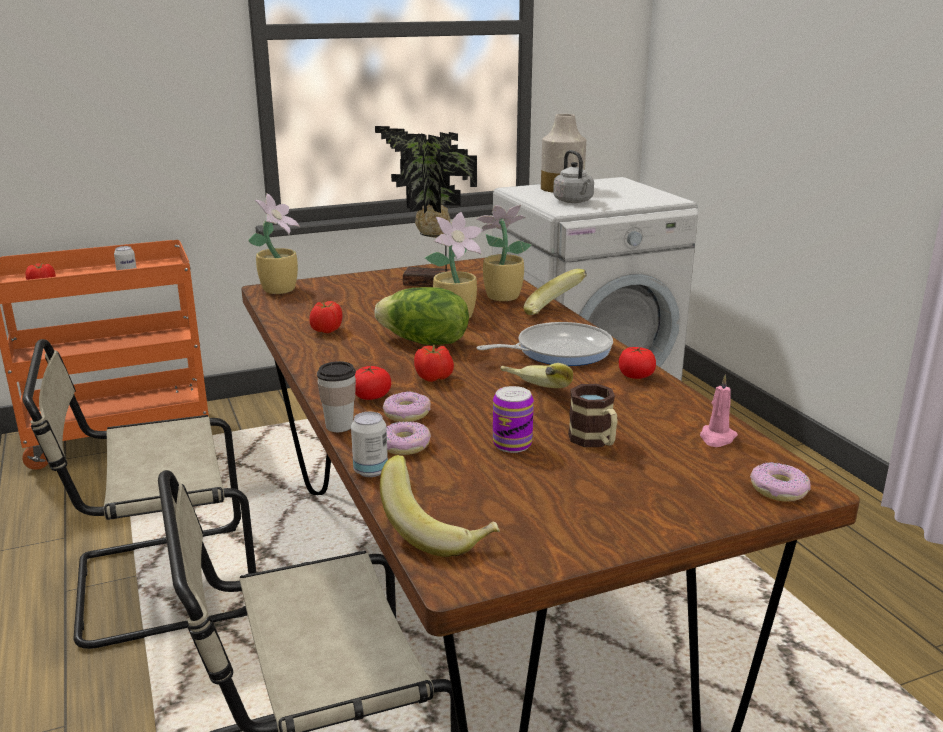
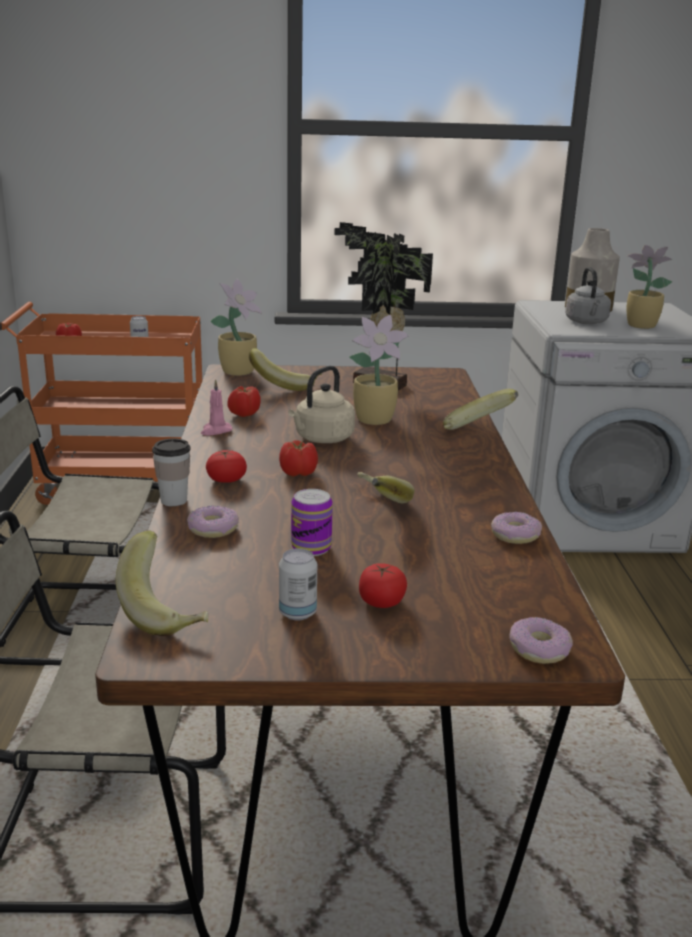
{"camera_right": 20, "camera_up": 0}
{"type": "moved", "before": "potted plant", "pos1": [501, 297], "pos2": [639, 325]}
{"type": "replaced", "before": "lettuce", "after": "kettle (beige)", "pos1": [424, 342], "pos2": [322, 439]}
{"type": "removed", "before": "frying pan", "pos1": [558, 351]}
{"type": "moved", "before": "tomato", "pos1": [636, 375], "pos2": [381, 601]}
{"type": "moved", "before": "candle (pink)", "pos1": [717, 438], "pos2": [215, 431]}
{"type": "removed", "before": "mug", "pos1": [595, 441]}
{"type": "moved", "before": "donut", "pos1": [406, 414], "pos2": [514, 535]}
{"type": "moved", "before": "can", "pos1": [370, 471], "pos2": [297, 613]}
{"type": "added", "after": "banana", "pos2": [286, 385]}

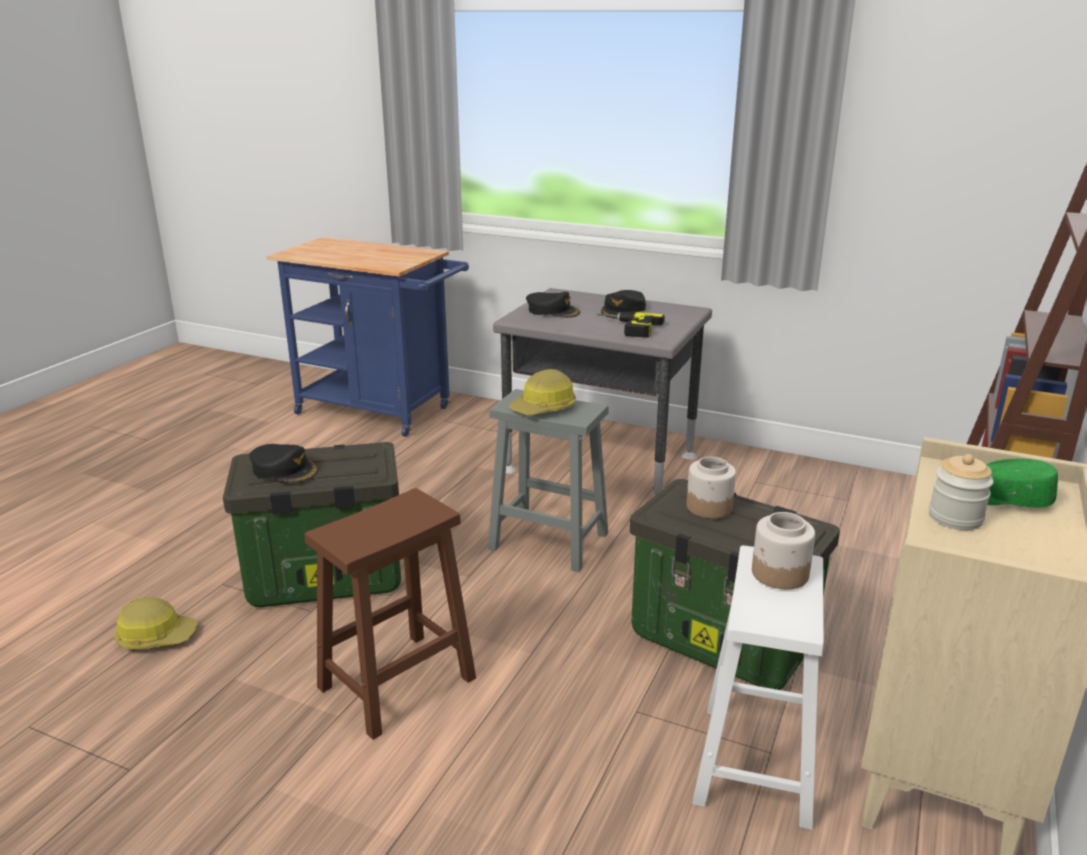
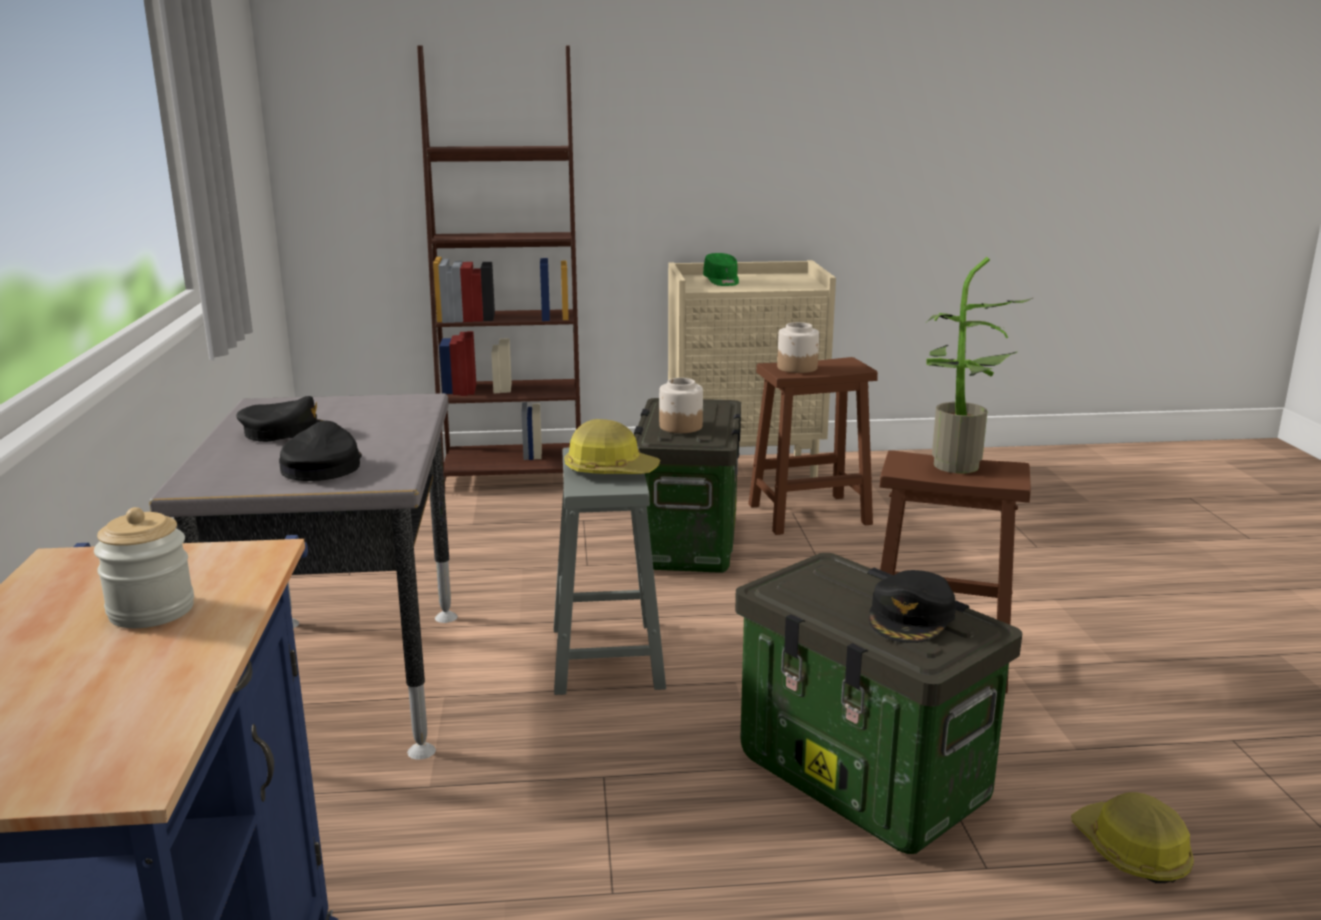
{"camera_right": -120, "camera_up": -5}
{"type": "removed", "before": "power drill", "pos1": [626, 328]}
{"type": "turned", "before": "cap (black)", "pos1": [285, 470], "pos2": [911, 617], "turn": -150}
{"type": "moved", "before": "jar", "pos1": [955, 518], "pos2": [151, 610]}
{"type": "recoloured", "before": "stool (white)", "after": "stool (brown)", "pos1": [756, 765], "pos2": [811, 514]}
{"type": "added", "after": "potted plant", "pos2": [956, 468]}

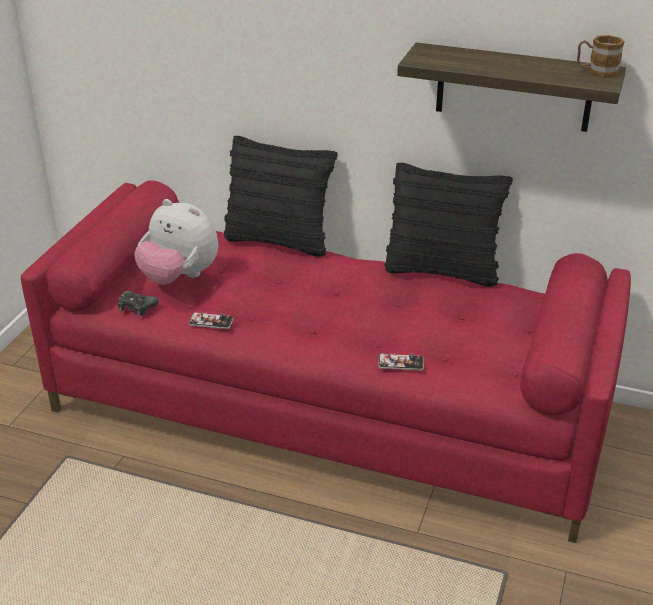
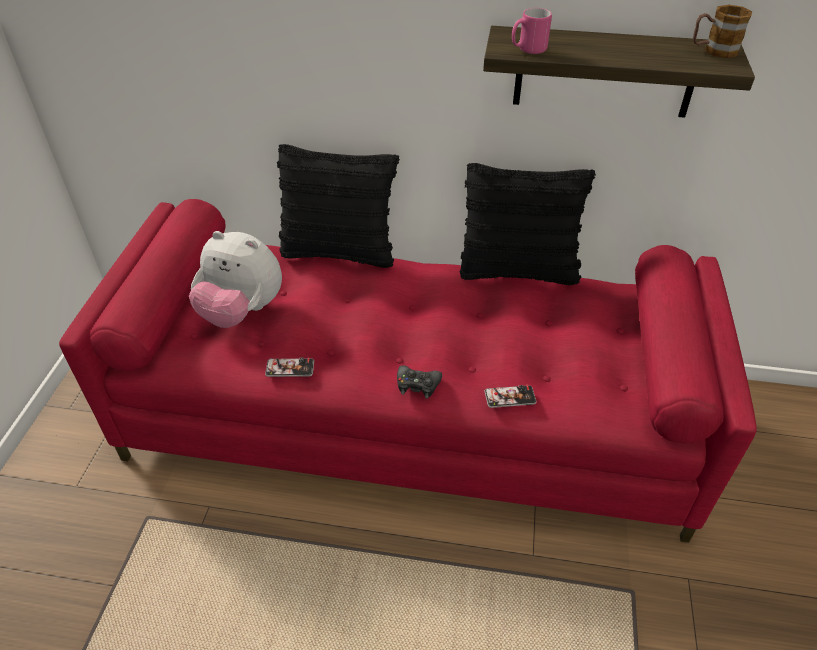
{"camera_right": -10, "camera_up": 10}
{"type": "moved", "before": "game controller (black)", "pos1": [136, 307], "pos2": [417, 385]}
{"type": "added", "after": "mug (pink)", "pos2": [528, 50]}

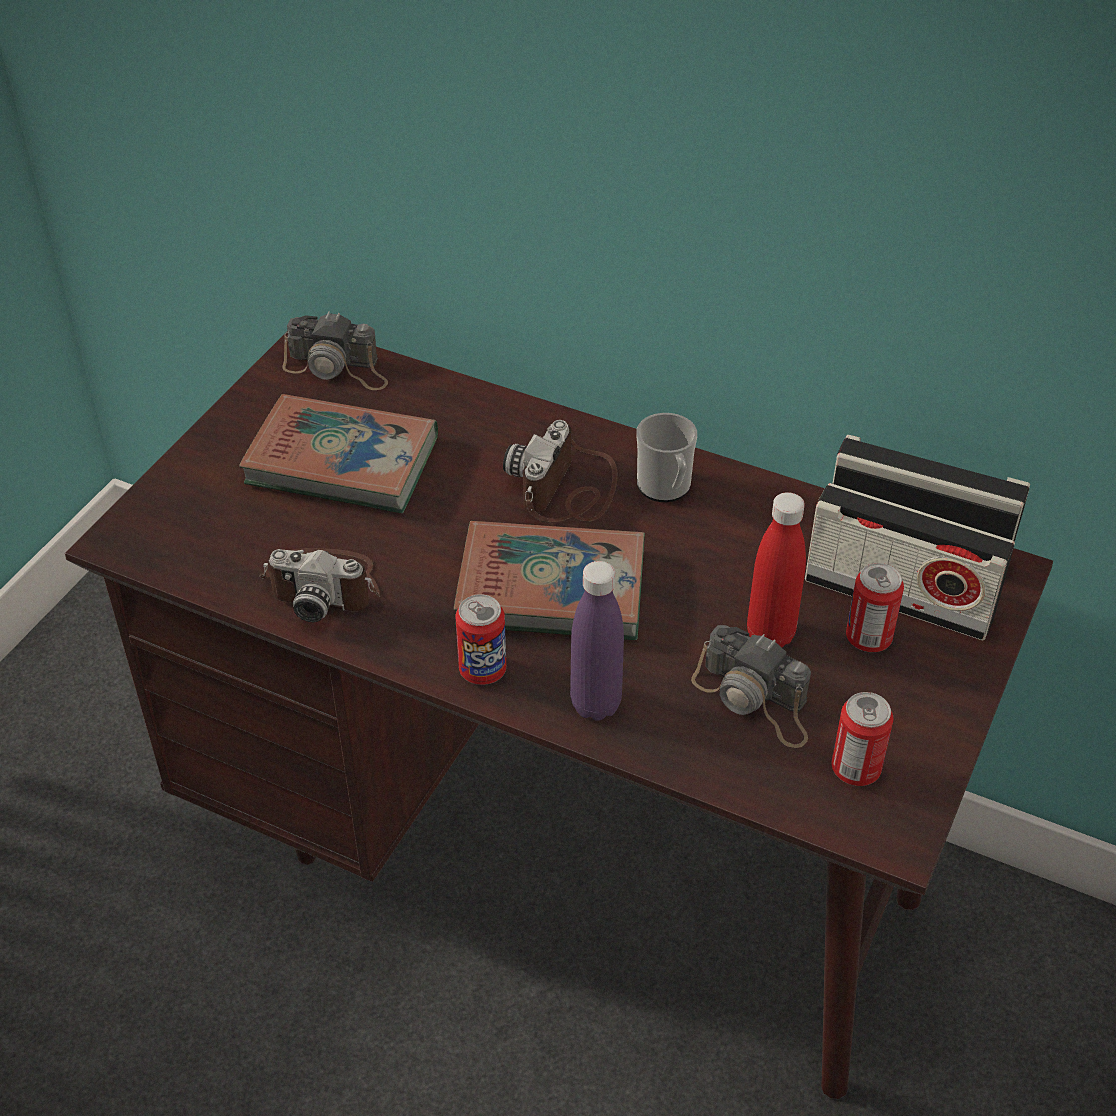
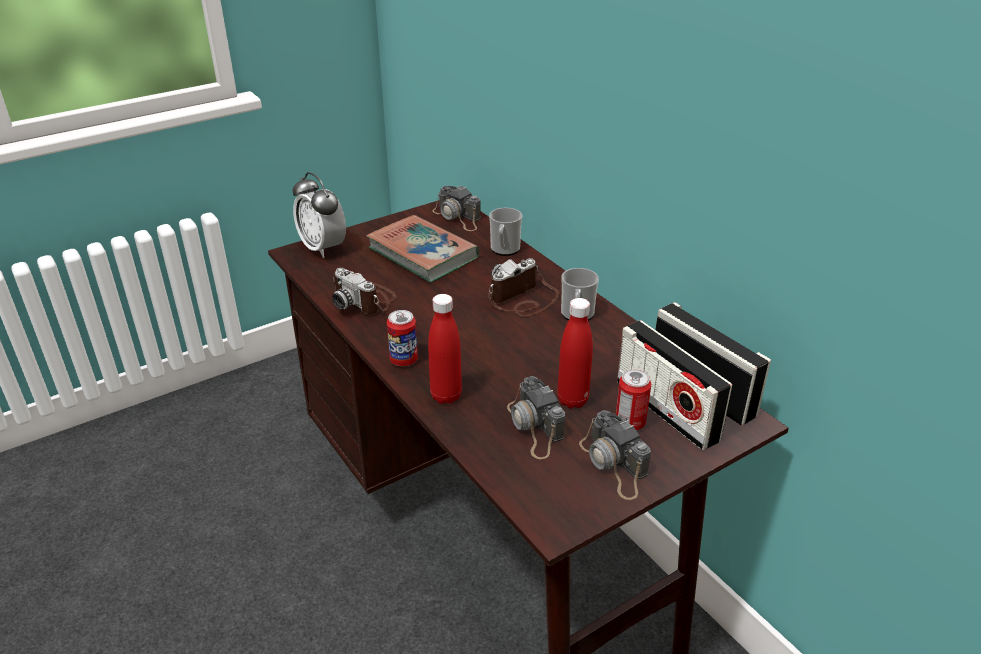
{"camera_right": 30, "camera_up": -10}
{"type": "removed", "before": "book", "pos1": [551, 589]}
{"type": "recoloured", "before": "bottle (purple)", "after": "bottle (red)", "pos1": [595, 704], "pos2": [446, 396]}
{"type": "removed", "before": "can", "pos1": [855, 769]}
{"type": "added", "after": "alarm clock", "pos2": [323, 248]}
{"type": "added", "after": "mug", "pos2": [504, 250]}
{"type": "added", "after": "photo camera", "pos2": [614, 464]}

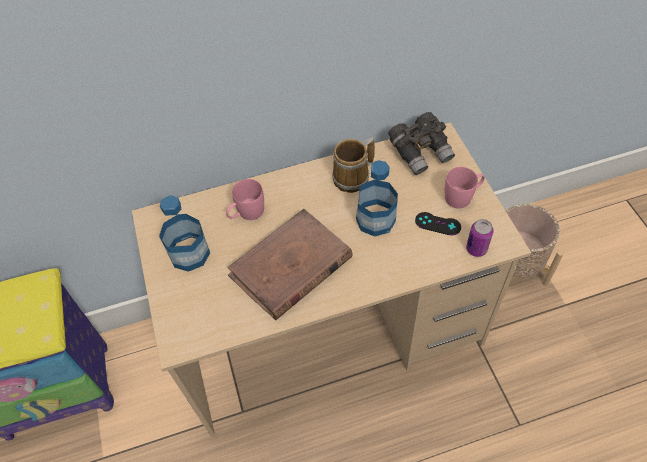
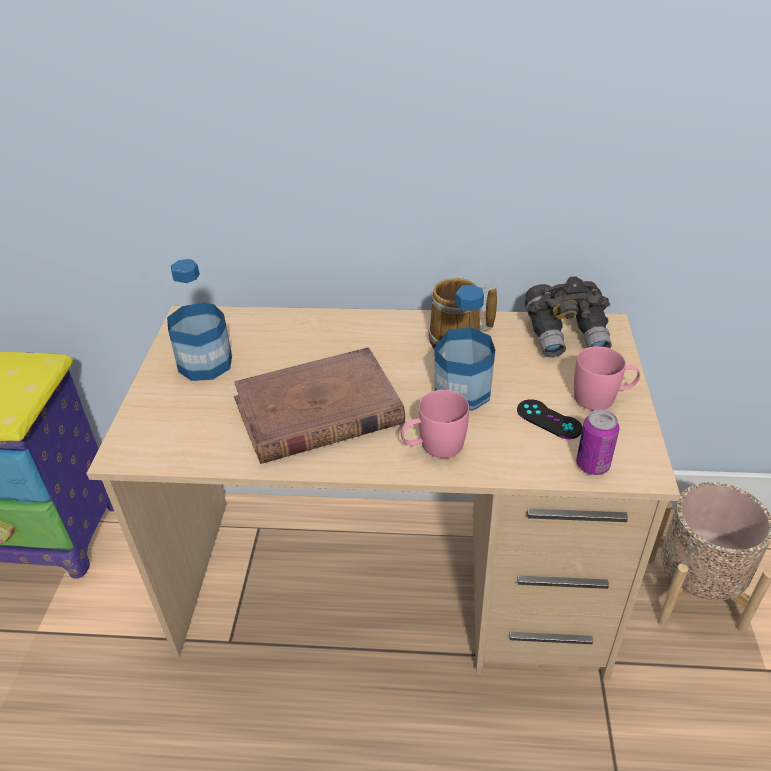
{"camera_right": 20, "camera_up": -15}
{"type": "moved", "before": "mug (pink)", "pos1": [246, 213], "pos2": [433, 446]}

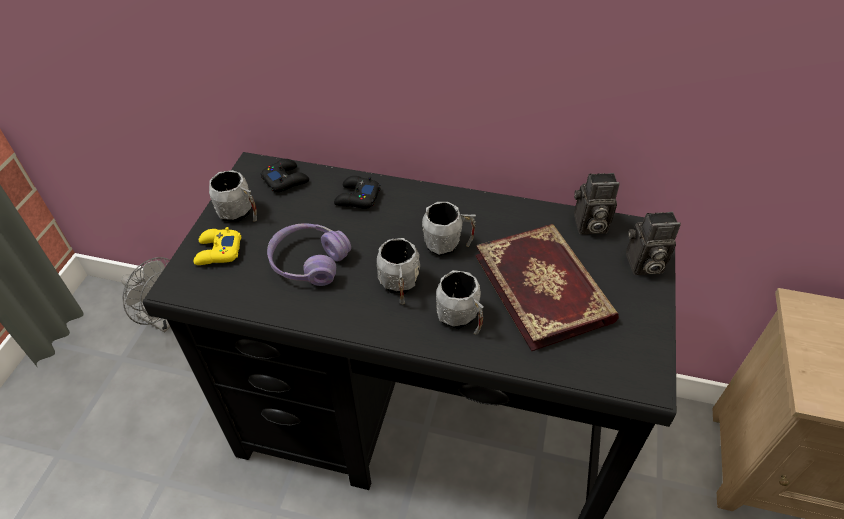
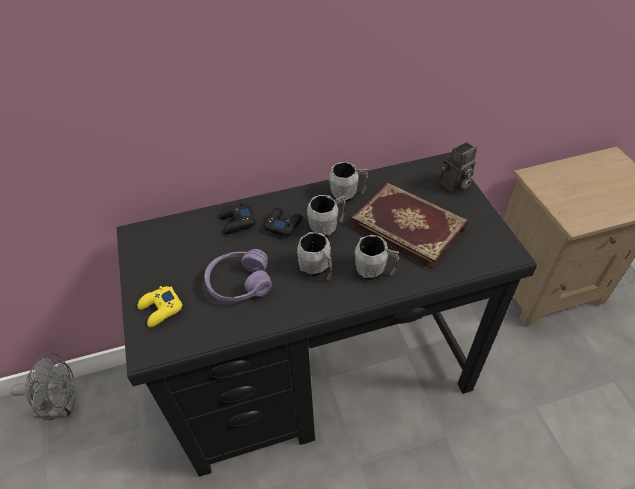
{"camera_right": -30, "camera_up": 0}
{"type": "moved", "before": "game controller (black)", "pos1": [286, 180], "pos2": [283, 224]}
{"type": "moved", "before": "mug (grey)", "pos1": [240, 214], "pos2": [348, 194]}
{"type": "removed", "before": "photo camera", "pos1": [589, 225]}

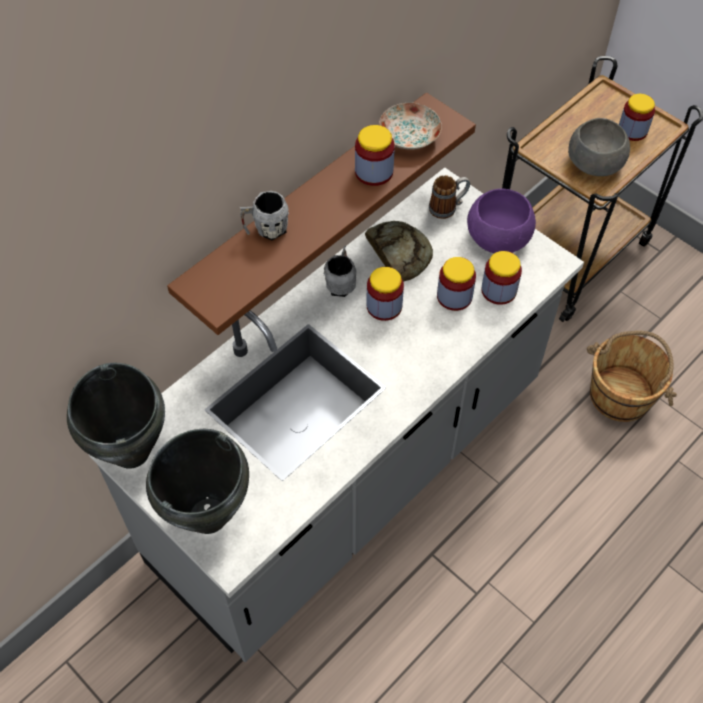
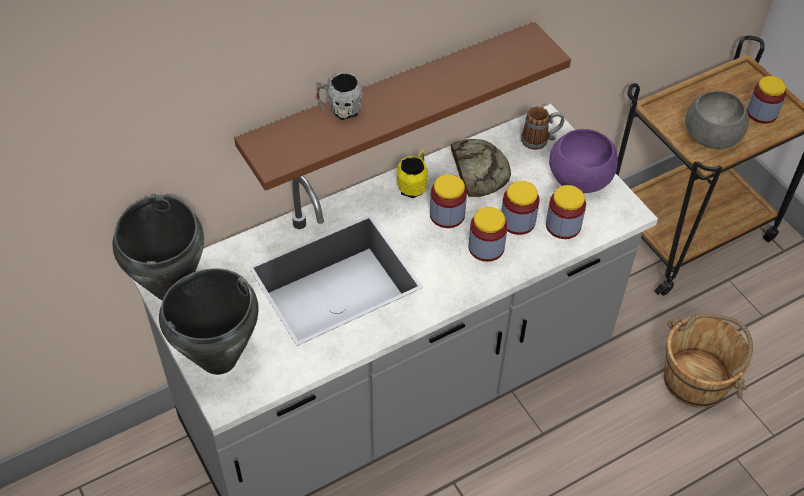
{"camera_right": 15, "camera_up": -5}
{"type": "removed", "before": "plate", "pos1": [408, 136]}
{"type": "moved", "before": "jar", "pos1": [374, 172], "pos2": [486, 247]}
{"type": "recoloured", "before": "mug (grey)", "after": "mug (yellow)", "pos1": [341, 283], "pos2": [414, 185]}

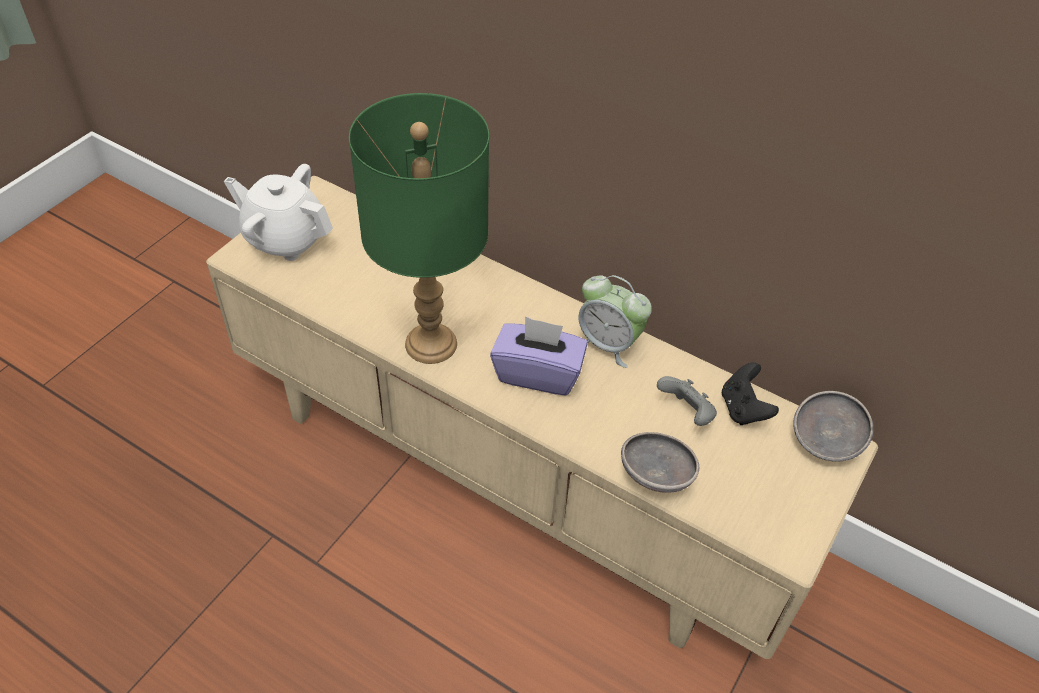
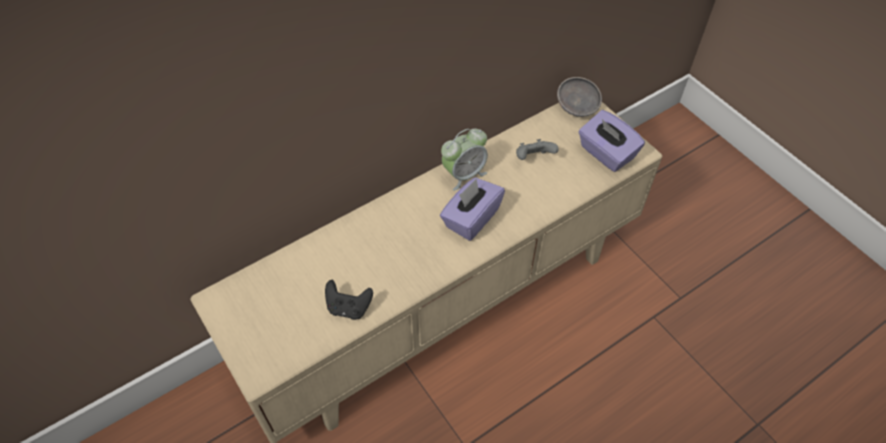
{"camera_right": -65, "camera_up": 5}
{"type": "removed", "before": "table lamp (green)", "pos1": [431, 344]}
{"type": "removed", "before": "teapot (white)", "pos1": [285, 239]}
{"type": "moved", "before": "game controller (black)", "pos1": [743, 408], "pos2": [349, 307]}
{"type": "removed", "before": "bowl (grey)", "pos1": [656, 475]}
{"type": "added", "after": "tissue box (purple)", "pos2": [606, 153]}

